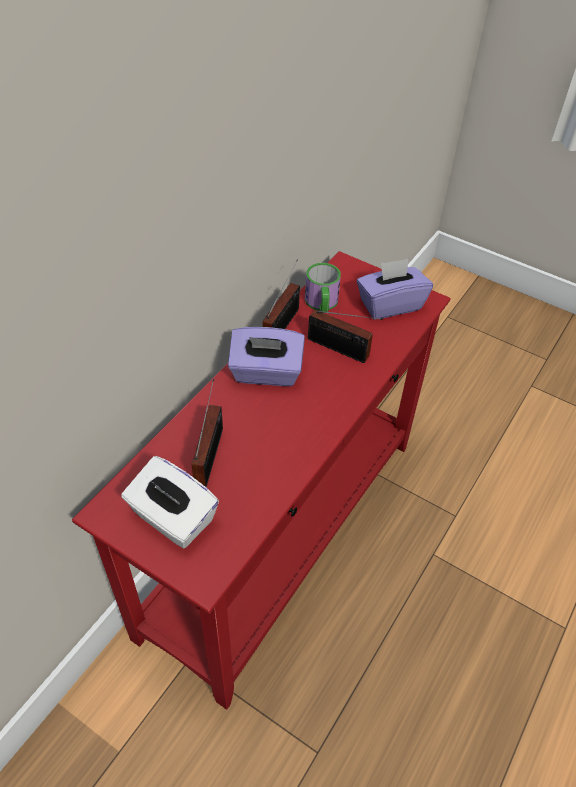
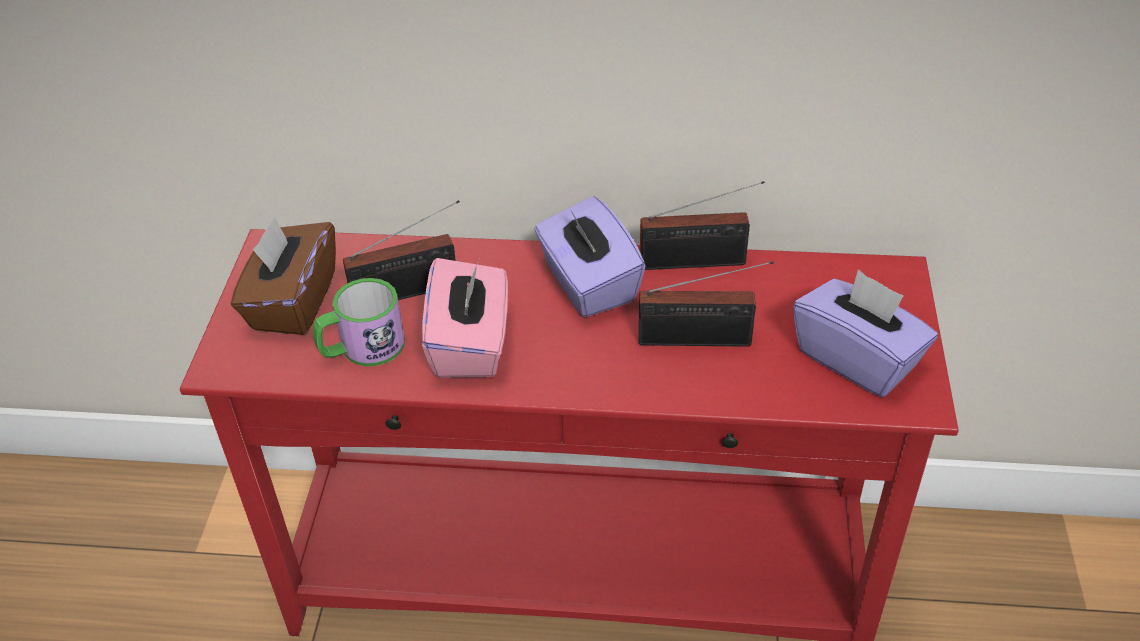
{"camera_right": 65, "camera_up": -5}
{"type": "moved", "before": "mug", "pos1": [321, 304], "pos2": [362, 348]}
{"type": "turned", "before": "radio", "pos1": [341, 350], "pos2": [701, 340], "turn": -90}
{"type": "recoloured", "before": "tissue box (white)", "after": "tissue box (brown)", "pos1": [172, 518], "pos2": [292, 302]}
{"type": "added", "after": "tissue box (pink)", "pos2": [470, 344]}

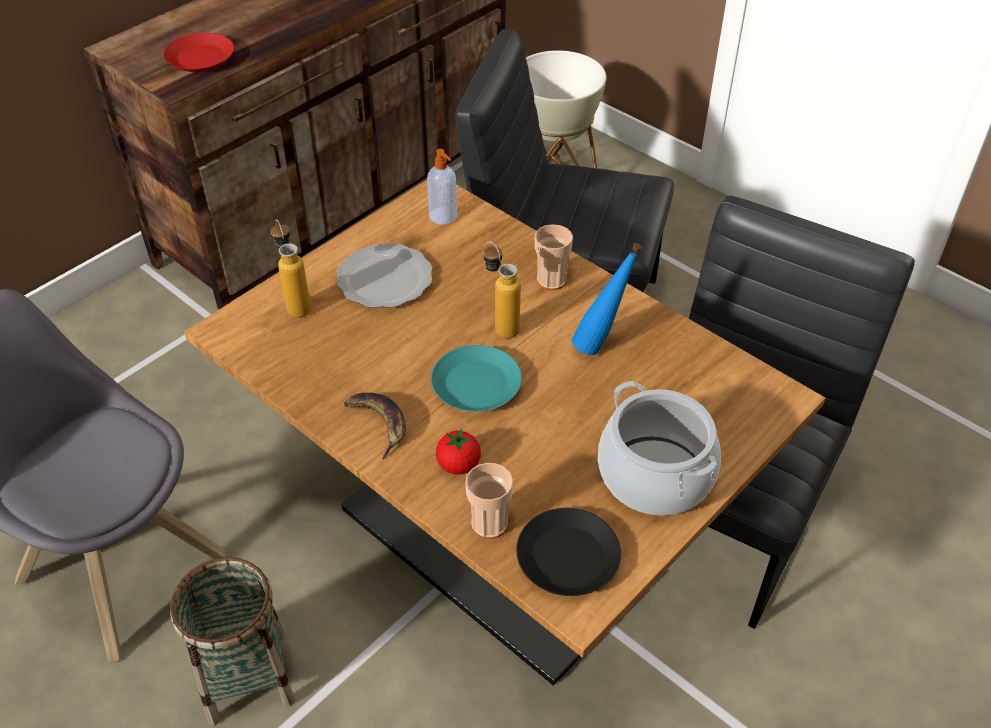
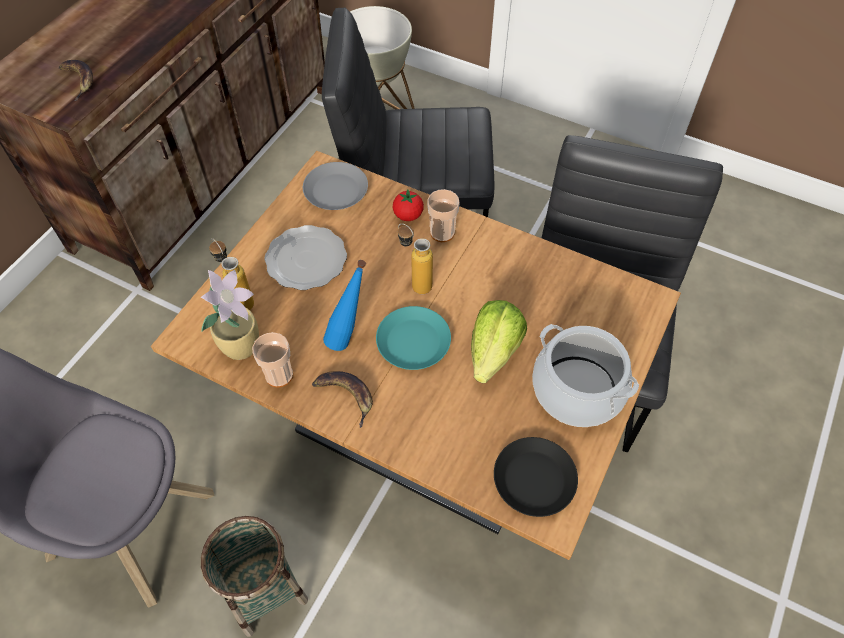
{"camera_right": -15, "camera_up": 10}
{"type": "replaced", "before": "plate (red)", "after": "banana", "pos1": [201, 59], "pos2": [79, 81]}
{"type": "replaced", "before": "soap dispenser", "after": "plate (grey)", "pos1": [443, 216], "pos2": [336, 191]}
{"type": "moved", "before": "bottle (blue)", "pos1": [601, 344], "pos2": [349, 336]}
{"type": "moved", "before": "tomato", "pos1": [458, 465], "pos2": [408, 215]}
{"type": "moved", "before": "cup", "pos1": [489, 524], "pos2": [279, 375]}
{"type": "added", "after": "potted plant", "pos2": [242, 344]}
{"type": "added", "after": "lettuce", "pos2": [493, 352]}

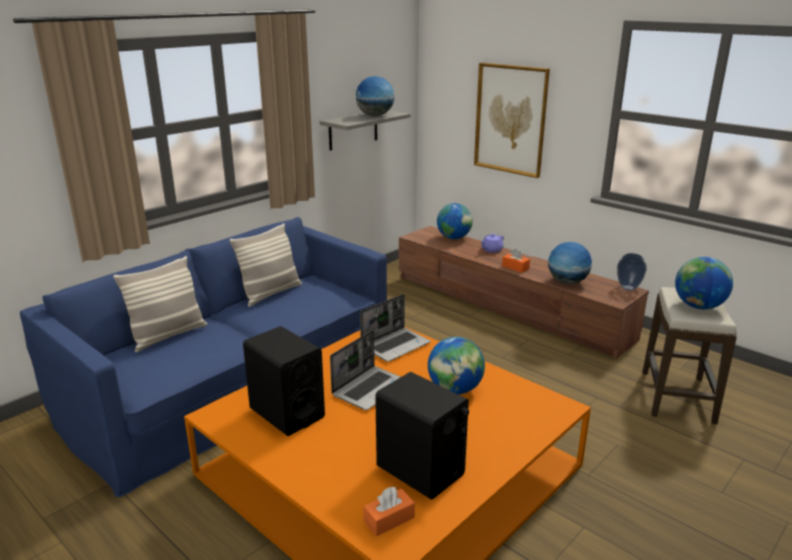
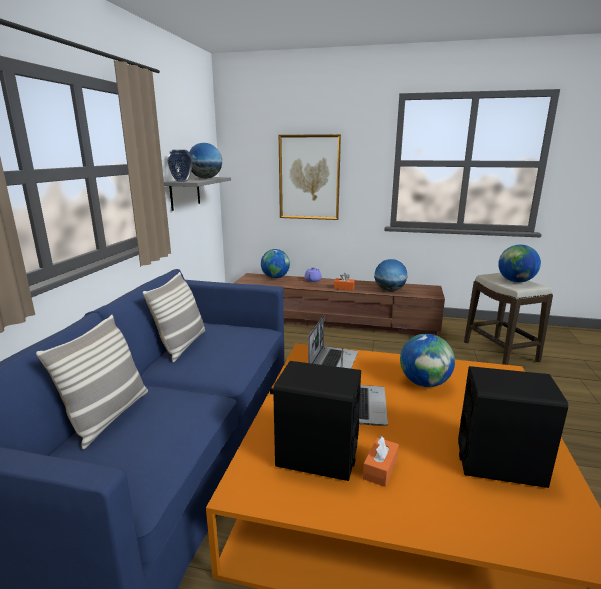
{"camera_right": -30, "camera_up": -5}
{"type": "moved", "before": "vase", "pos1": [628, 288], "pos2": [181, 181]}
{"type": "moved", "before": "tissue box (orange)", "pos1": [389, 519], "pos2": [380, 468]}

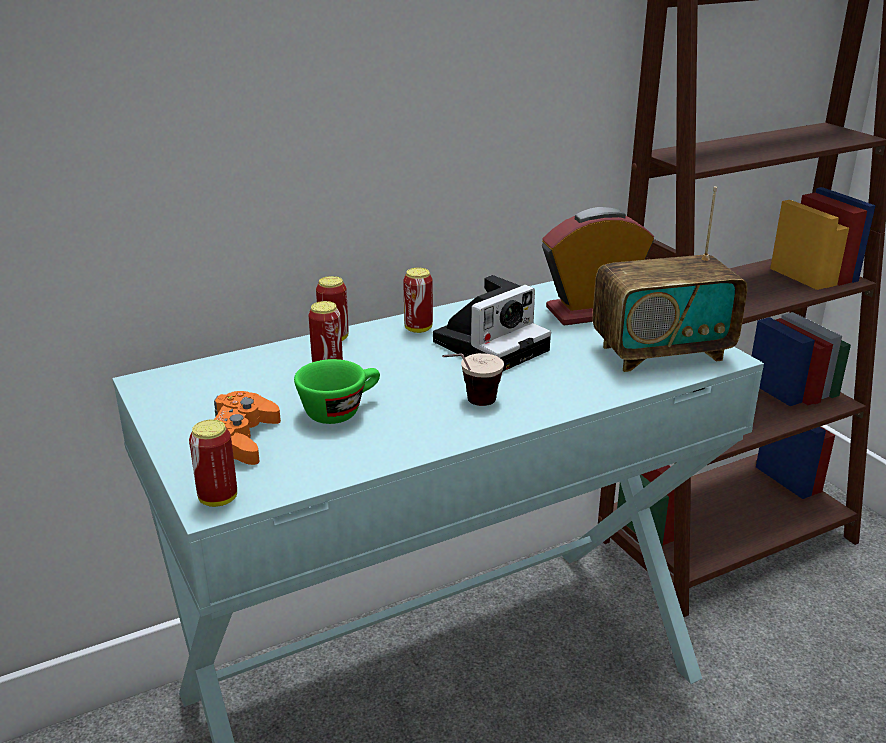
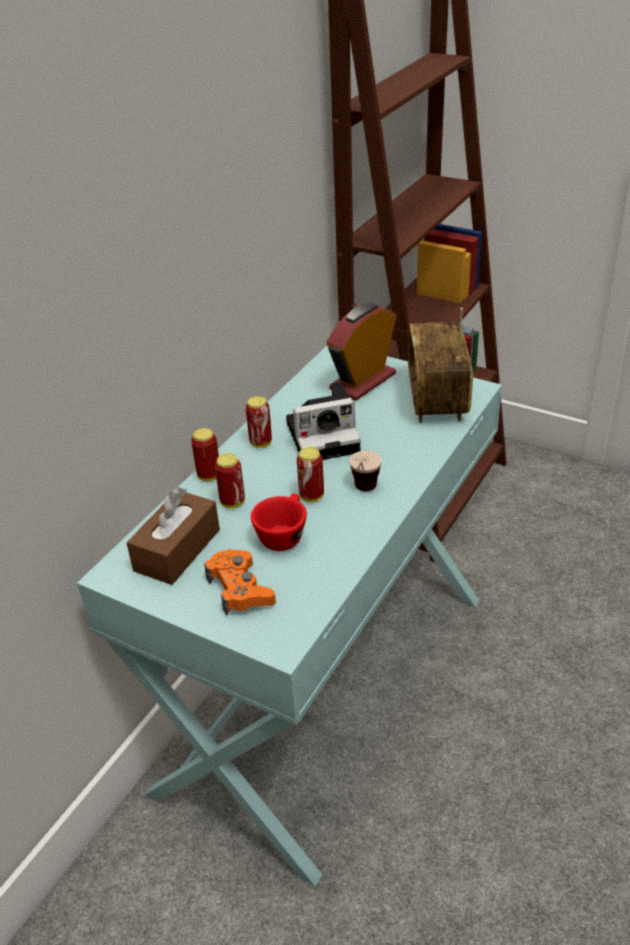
{"camera_right": -30, "camera_up": 10}
{"type": "turned", "before": "radio", "pos1": [661, 353], "pos2": [437, 400], "turn": 135}
{"type": "turned", "before": "photo camera", "pos1": [492, 344], "pos2": [325, 436], "turn": 60}
{"type": "recoloured", "before": "cup (green)", "after": "cup (red)", "pos1": [340, 410], "pos2": [283, 534]}
{"type": "moved", "before": "can", "pos1": [218, 499], "pos2": [311, 496]}
{"type": "added", "after": "tissue box (brown)", "pos2": [177, 550]}

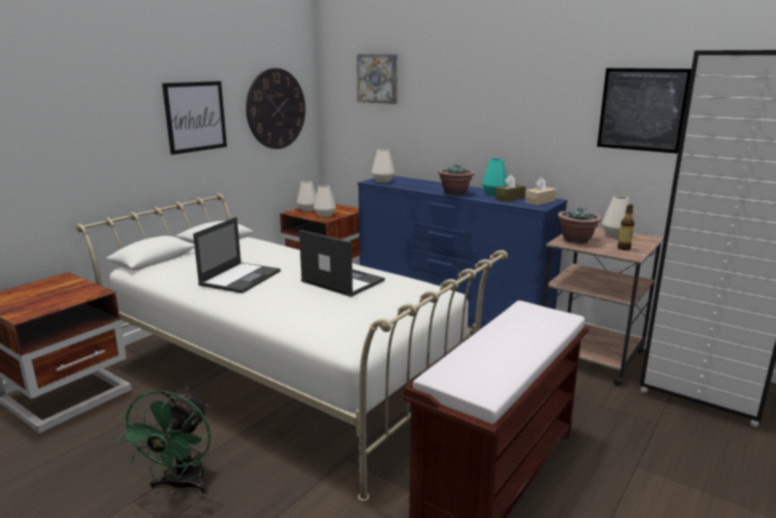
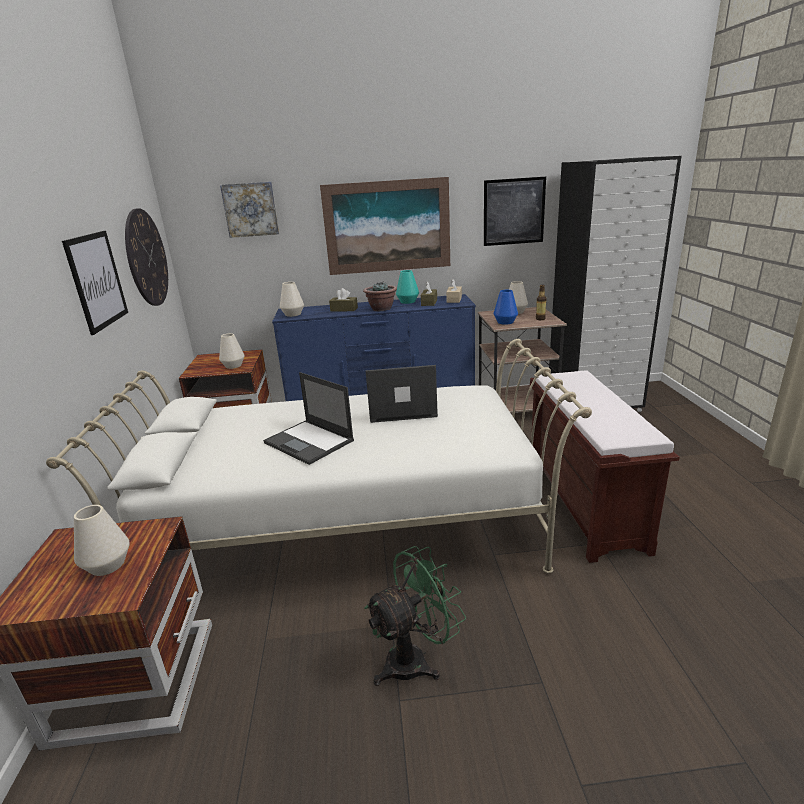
{"camera_right": -40, "camera_up": 5}
{"type": "moved", "before": "vase (white)", "pos1": [307, 210], "pos2": [107, 565]}
{"type": "replaced", "before": "potted plant", "after": "vase (blue)", "pos1": [576, 240], "pos2": [505, 322]}
{"type": "turned", "before": "laptop", "pos1": [241, 277], "pos2": [309, 442], "turn": 150}
{"type": "turned", "before": "fan (green)", "pos1": [181, 485], "pos2": [415, 659], "turn": -90}
{"type": "added", "after": "picture", "pos2": [387, 227]}
{"type": "added", "after": "tissue box (brown)", "pos2": [344, 309]}

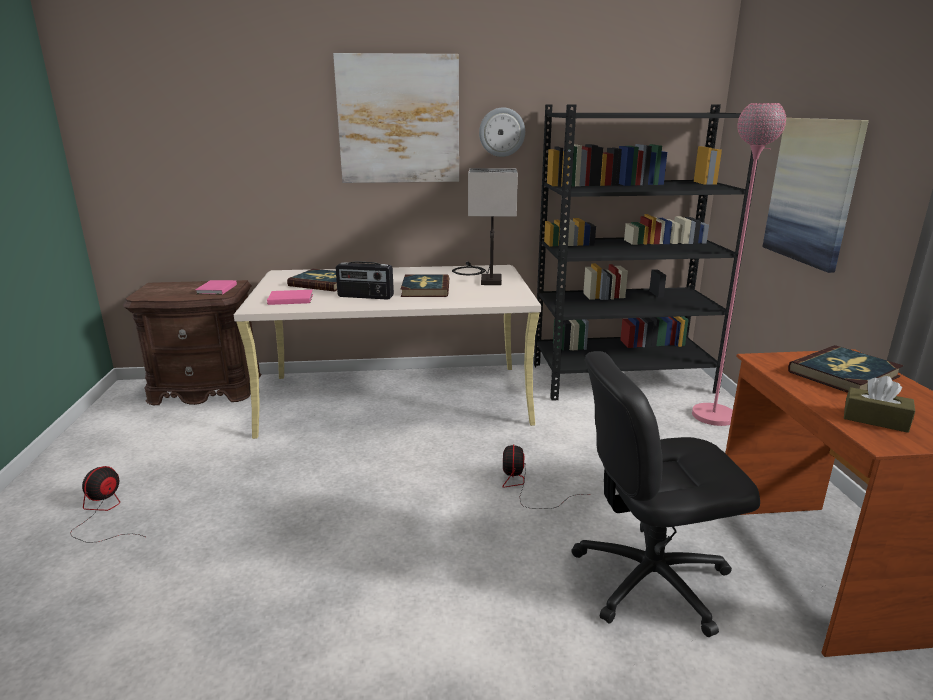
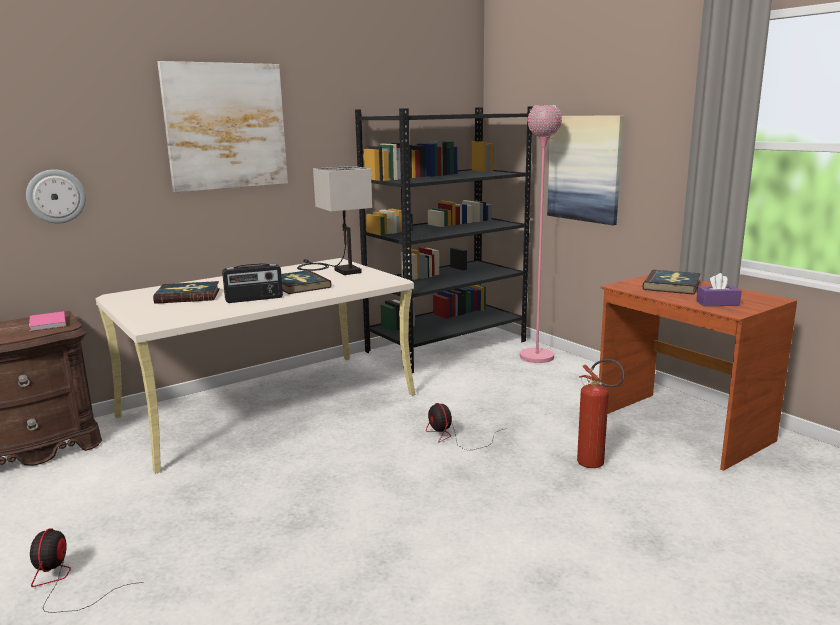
{"camera_right": -30, "camera_up": -5}
{"type": "moved", "before": "wall clock", "pos1": [502, 132], "pos2": [56, 196]}
{"type": "removed", "before": "book (pink)", "pos1": [289, 299]}
{"type": "replaced", "before": "office chair (black)", "after": "fire extinguisher", "pos1": [650, 579], "pos2": [596, 465]}
{"type": "recoloured", "before": "tissue box (brown)", "after": "tissue box (purple)", "pos1": [875, 420], "pos2": [717, 303]}

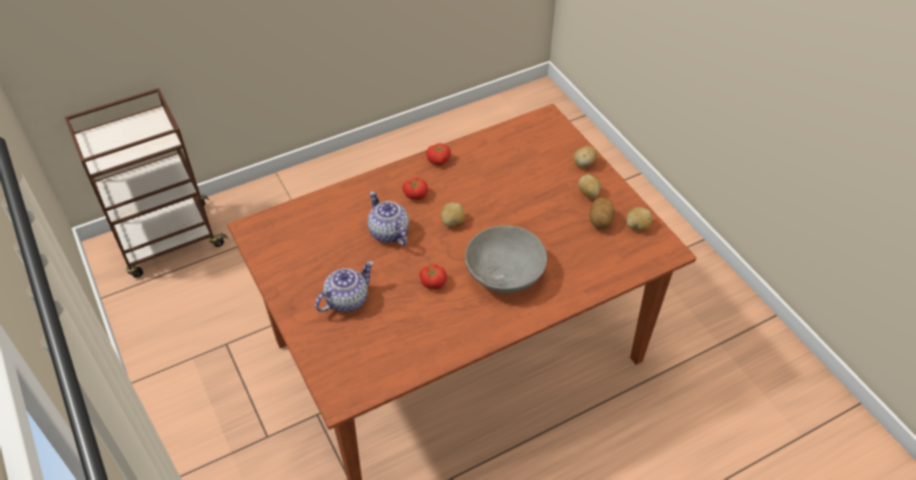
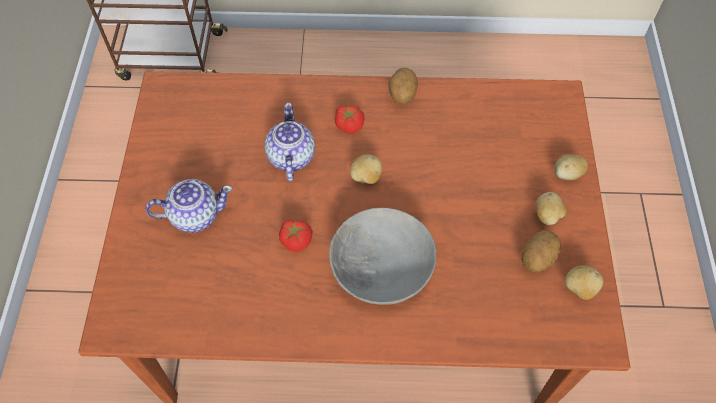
{"camera_right": 30, "camera_up": 10}
{"type": "replaced", "before": "tomato", "after": "potato", "pos1": [439, 160], "pos2": [402, 95]}

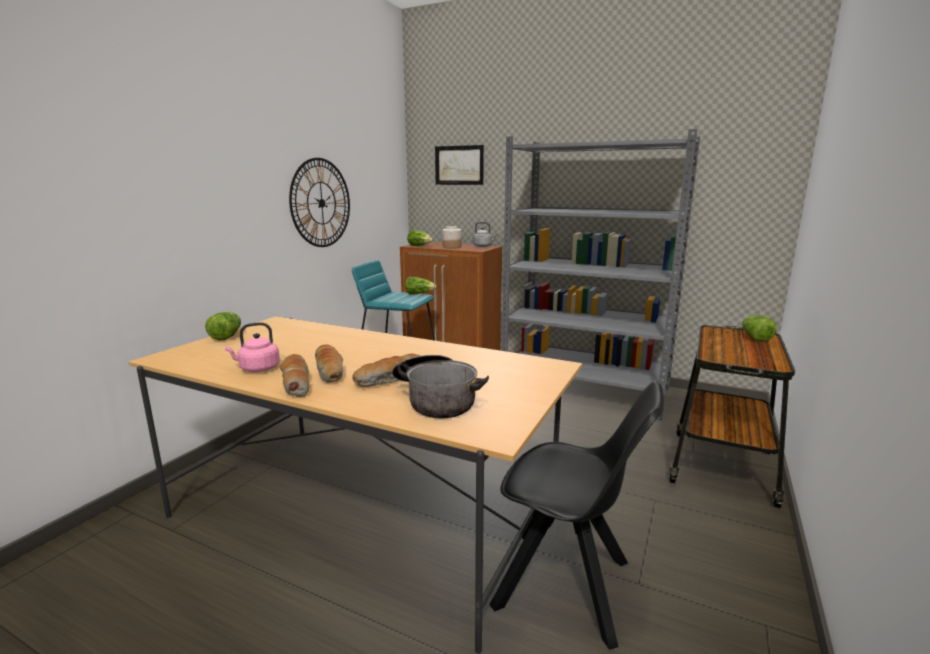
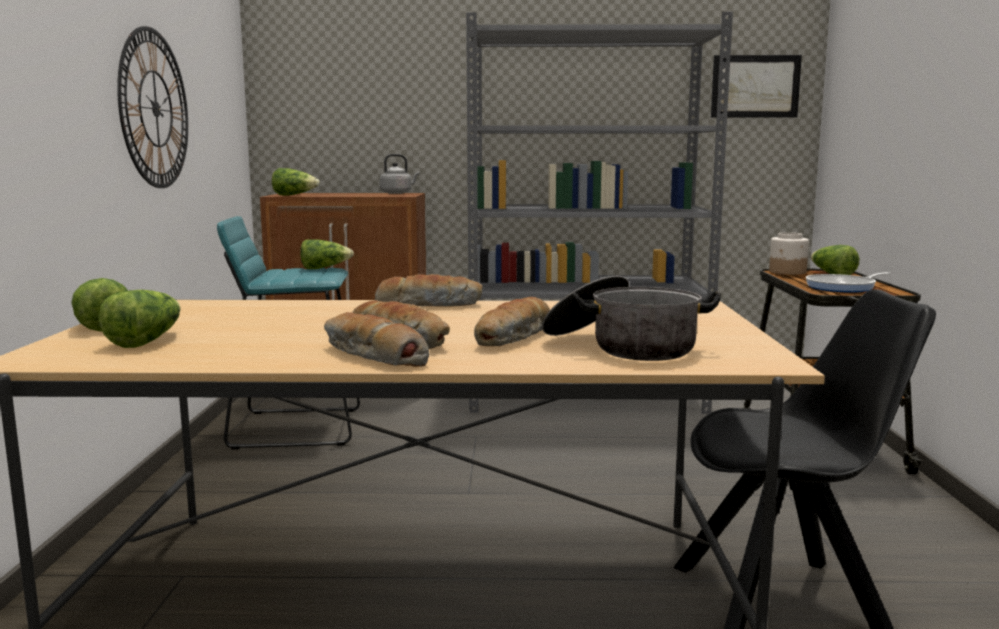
{"camera_right": -25, "camera_up": -5}
{"type": "moved", "before": "picture", "pos1": [459, 165], "pos2": [755, 86]}
{"type": "moved", "before": "jar", "pos1": [451, 247], "pos2": [787, 272]}
{"type": "removed", "before": "kettle (pink)", "pos1": [257, 369]}
{"type": "added", "after": "frying pan", "pos2": [843, 287]}
{"type": "added", "after": "bread", "pos2": [429, 305]}
{"type": "added", "after": "lettuce", "pos2": [145, 341]}

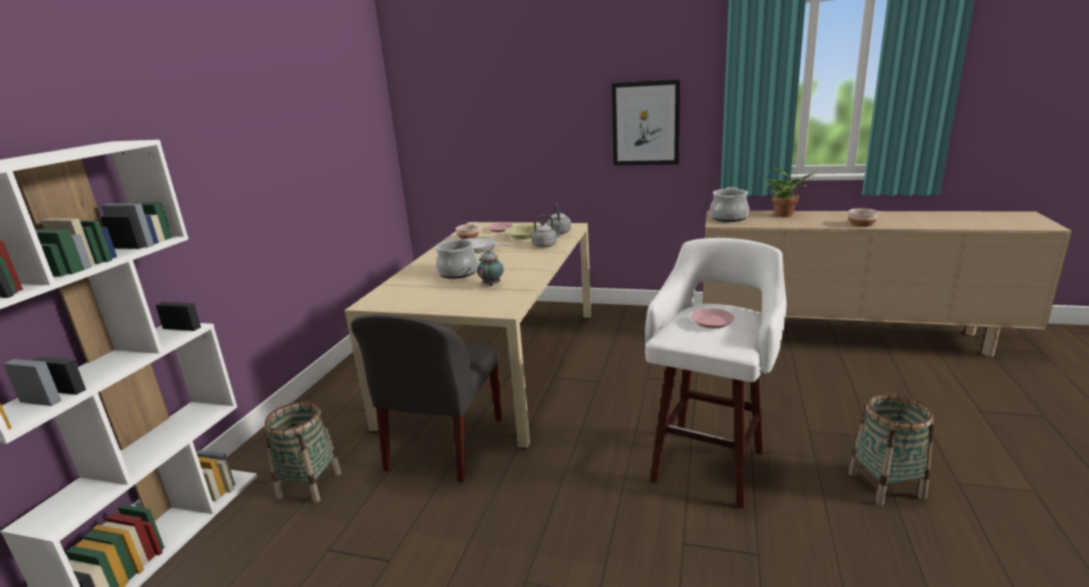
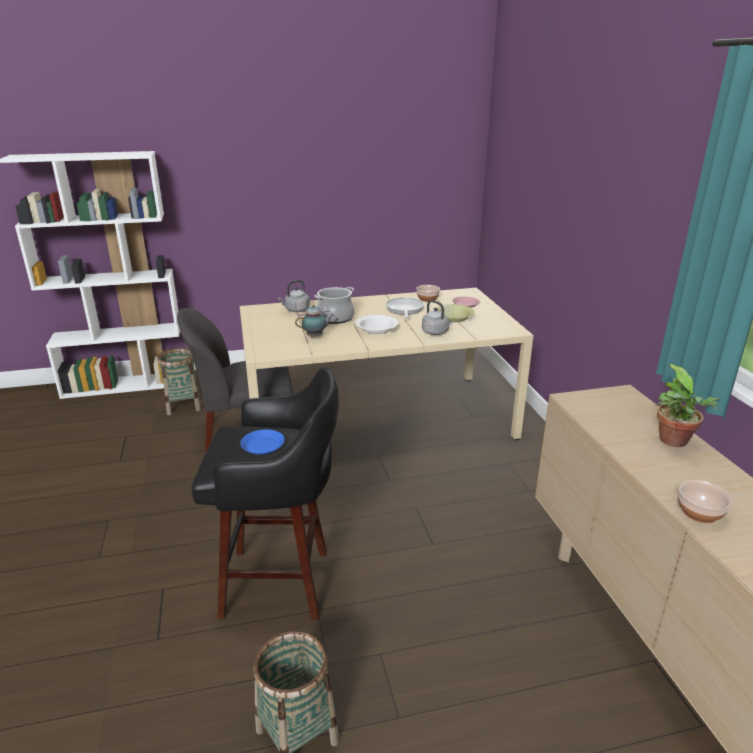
{"camera_right": 60, "camera_up": 5}
{"type": "removed", "before": "picture", "pos1": [645, 123]}
{"type": "removed", "before": "cooking pot", "pos1": [728, 217]}
{"type": "moved", "before": "kettle (grey)", "pos1": [559, 233], "pos2": [296, 310]}
{"type": "recoloured", "before": "stool (white)", "after": "stool (black)", "pos1": [710, 463], "pos2": [281, 584]}
{"type": "recoloured", "before": "plate (pink)", "after": "plate (blue)", "pos1": [712, 321], "pos2": [262, 445]}
{"type": "added", "after": "bowl (white)", "pos2": [376, 330]}

